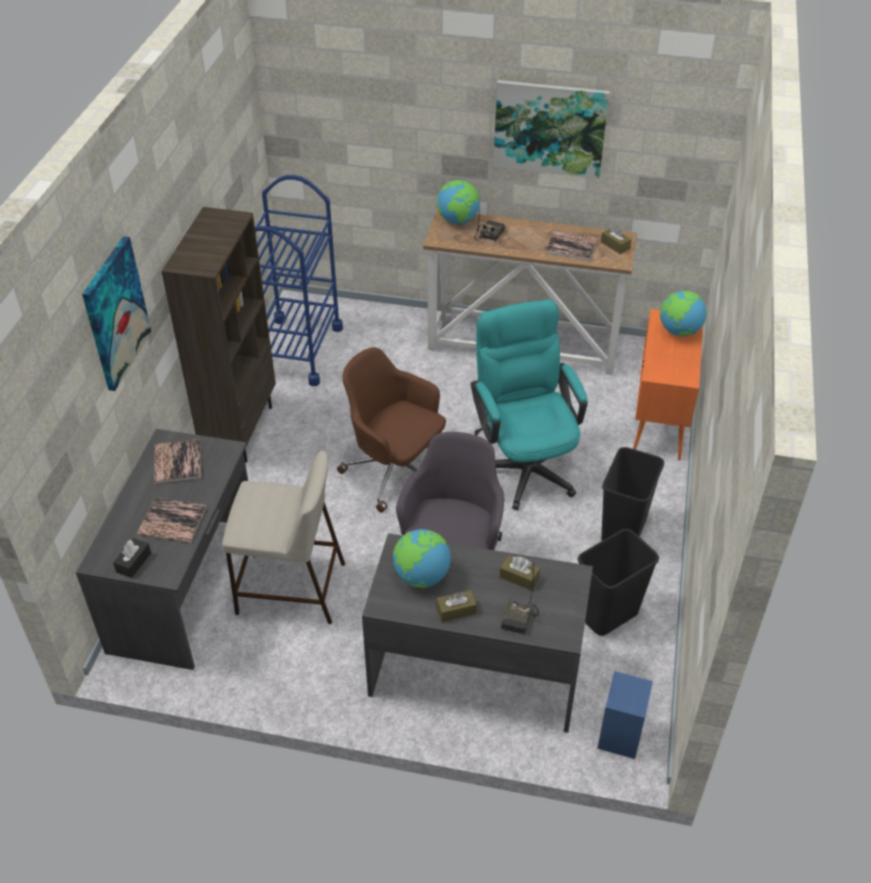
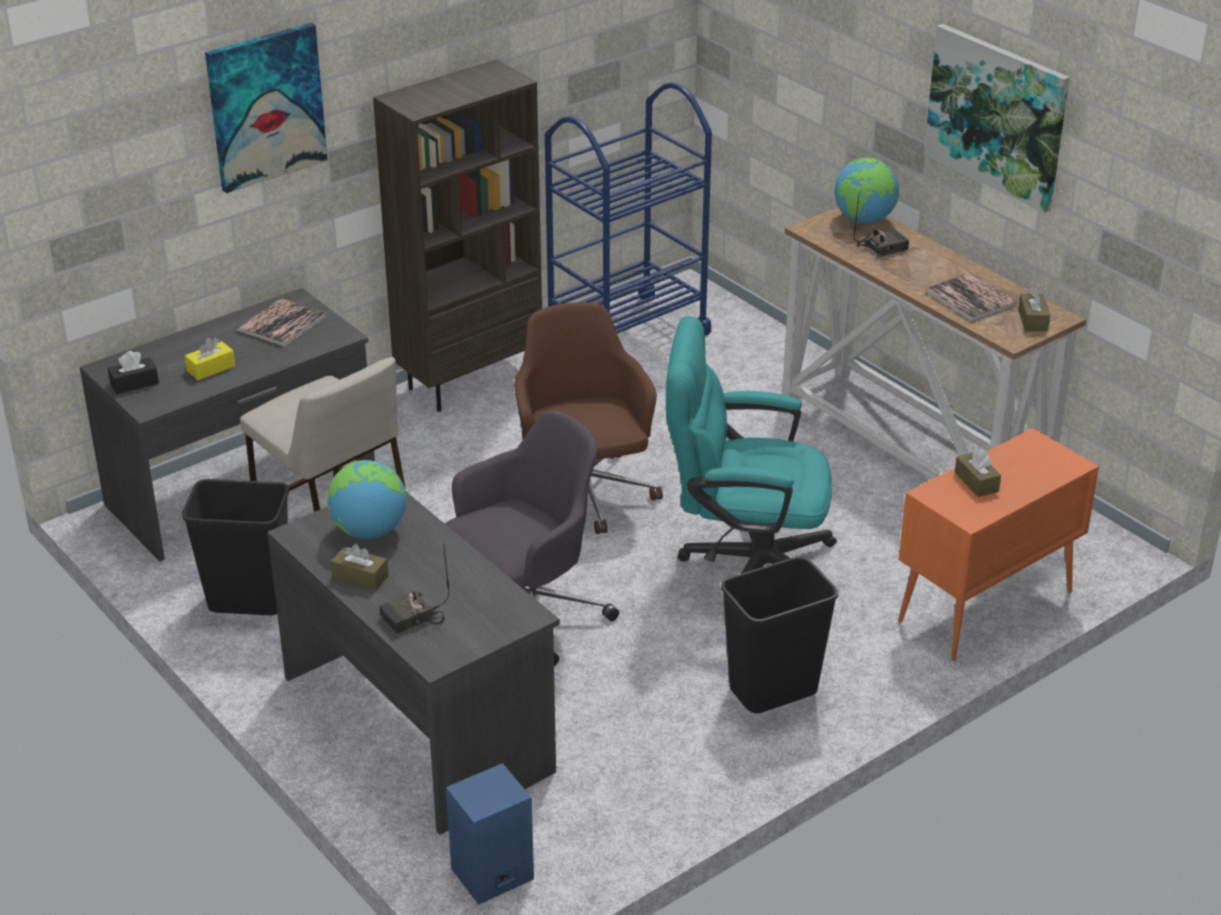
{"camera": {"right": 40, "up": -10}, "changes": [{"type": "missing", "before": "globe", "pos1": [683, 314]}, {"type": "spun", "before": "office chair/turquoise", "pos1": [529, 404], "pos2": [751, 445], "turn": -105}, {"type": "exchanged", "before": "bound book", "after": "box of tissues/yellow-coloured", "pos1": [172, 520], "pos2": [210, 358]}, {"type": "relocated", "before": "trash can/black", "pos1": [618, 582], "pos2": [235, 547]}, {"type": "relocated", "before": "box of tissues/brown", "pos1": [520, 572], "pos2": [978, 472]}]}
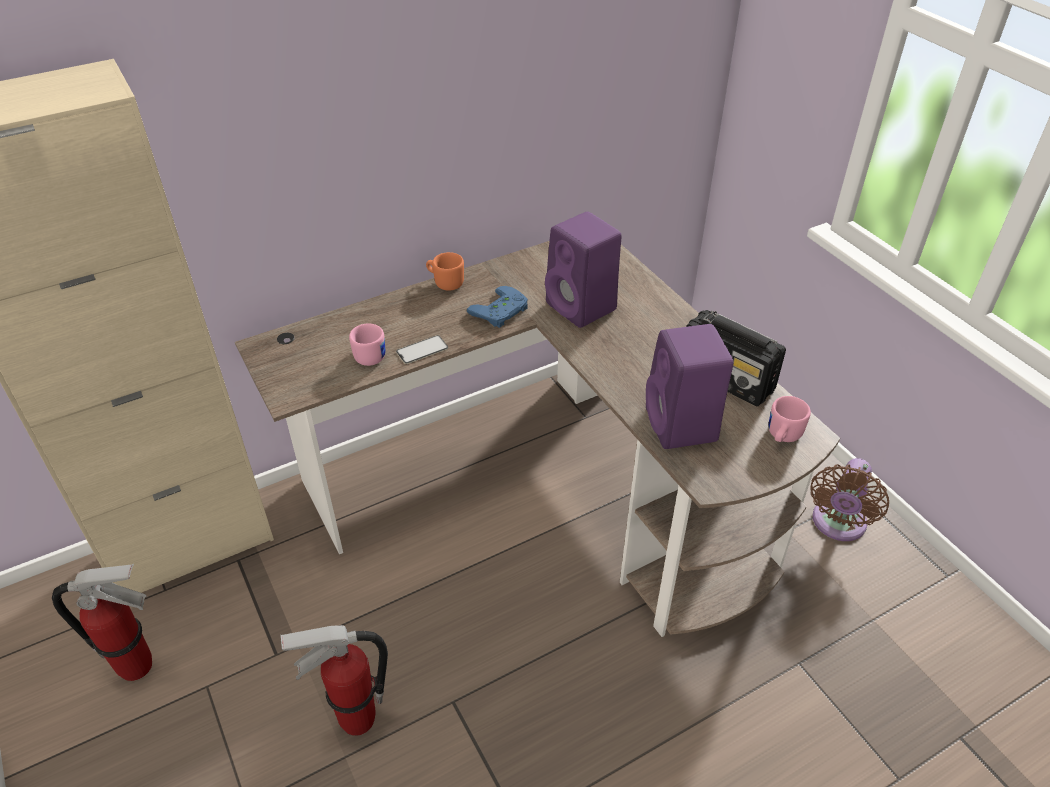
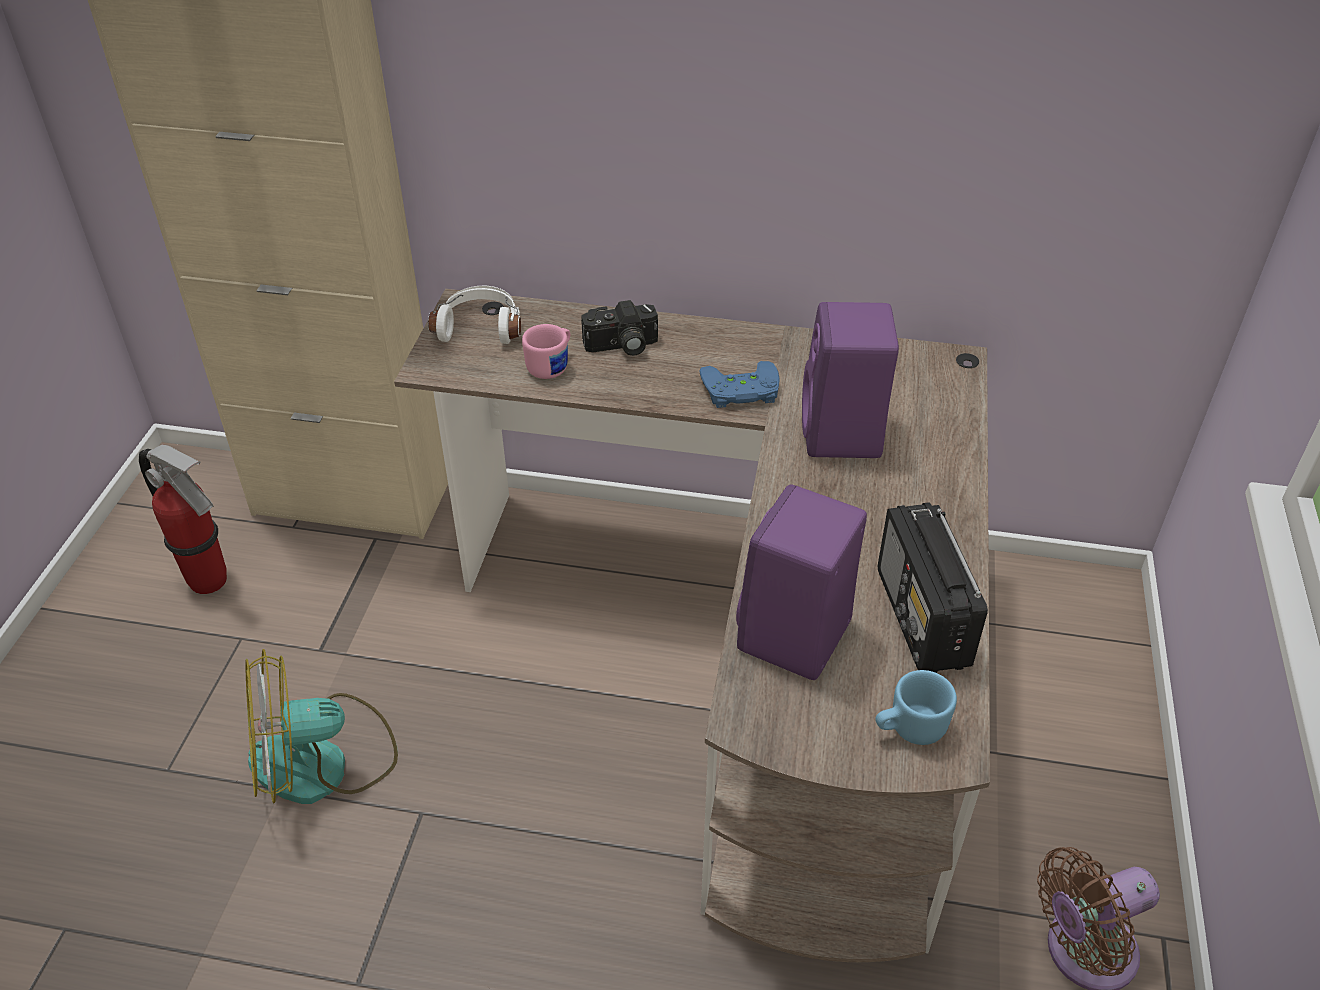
{"camera": {"right": 40, "up": 0}, "changes": [{"type": "missing", "before": "mug/orange", "pos1": [445, 271]}, {"type": "missing", "before": "telephone", "pos1": [422, 349]}, {"type": "colour", "before": "mug/pink", "after": "mug/bluish", "pos1": [789, 419], "pos2": [916, 707]}, {"type": "exchanged", "before": "fire-fighting cylinder", "after": "cooling fan", "pos1": [334, 680], "pos2": [321, 726]}, {"type": "appeared", "after": "headphones/white-coloured", "pos2": [474, 315]}, {"type": "appeared", "after": "photo camera", "pos2": [619, 328]}]}
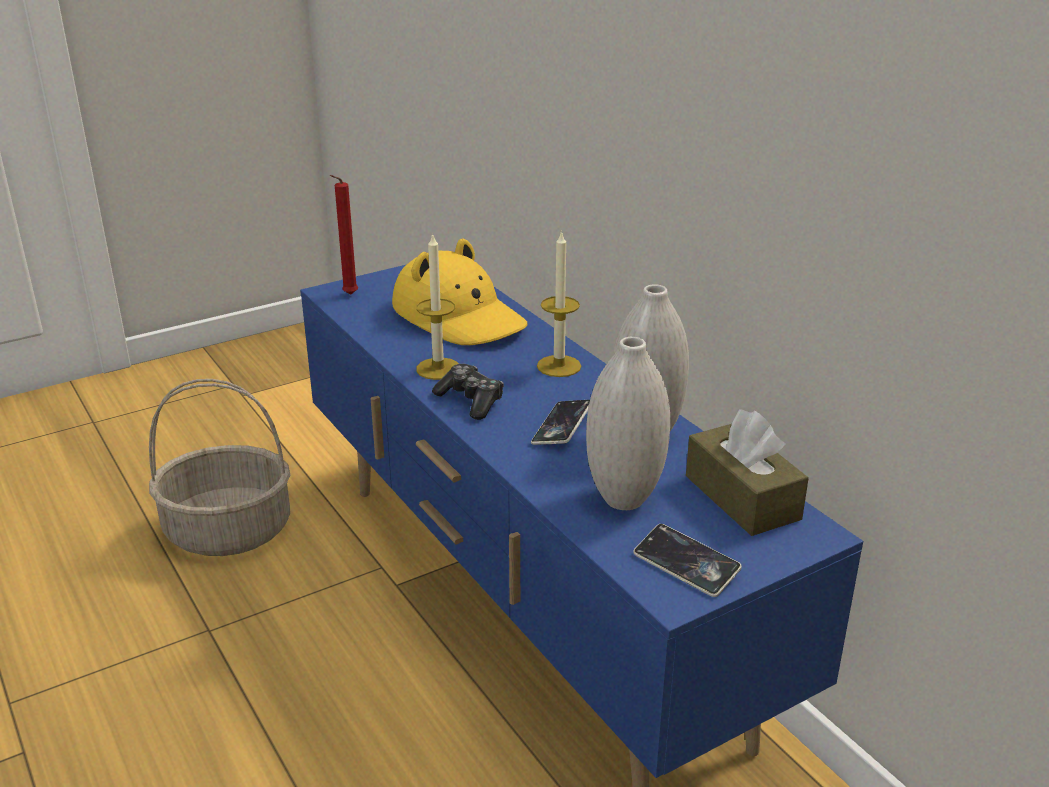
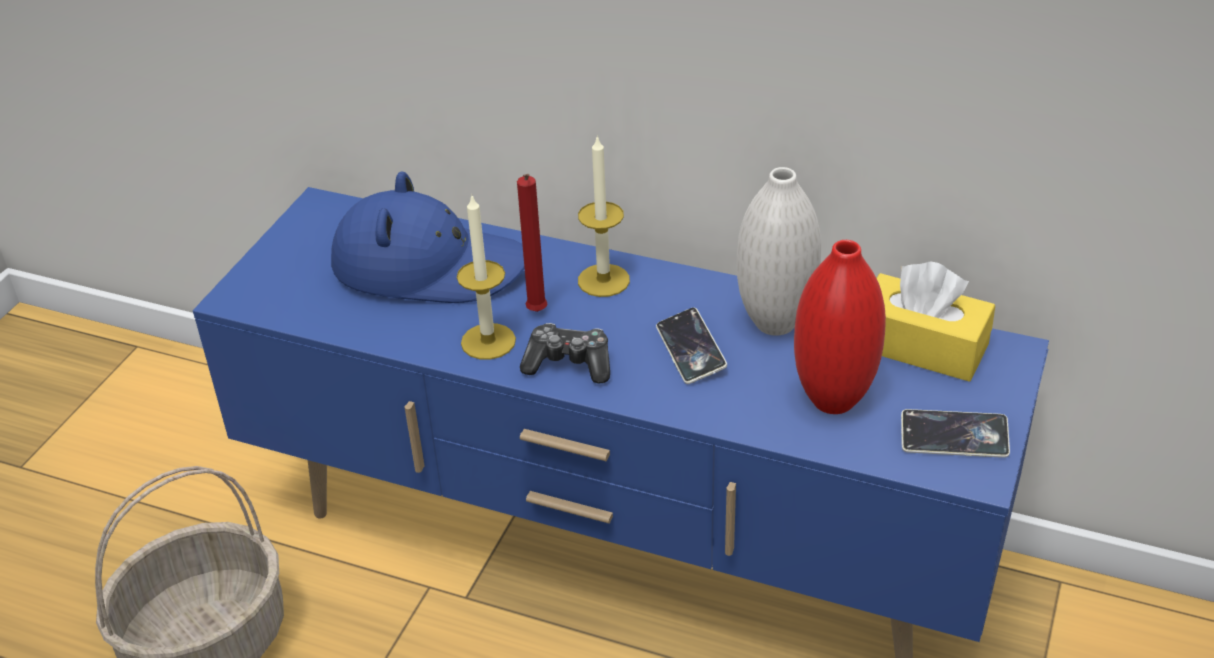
{"camera": {"right": -35, "up": 10}, "changes": [{"type": "relocated", "before": "candle/reddish", "pos1": [344, 235], "pos2": [532, 243]}, {"type": "colour", "before": "clothing hat/yellow-coloured", "after": "clothing hat/bluish", "pos1": [459, 291], "pos2": [428, 237]}, {"type": "colour", "before": "flower vase/white-coloured", "after": "flower vase/reddish", "pos1": [628, 423], "pos2": [840, 327]}, {"type": "colour", "before": "box of tissues/brown", "after": "box of tissues/yellow-coloured", "pos1": [747, 472], "pos2": [936, 322]}]}
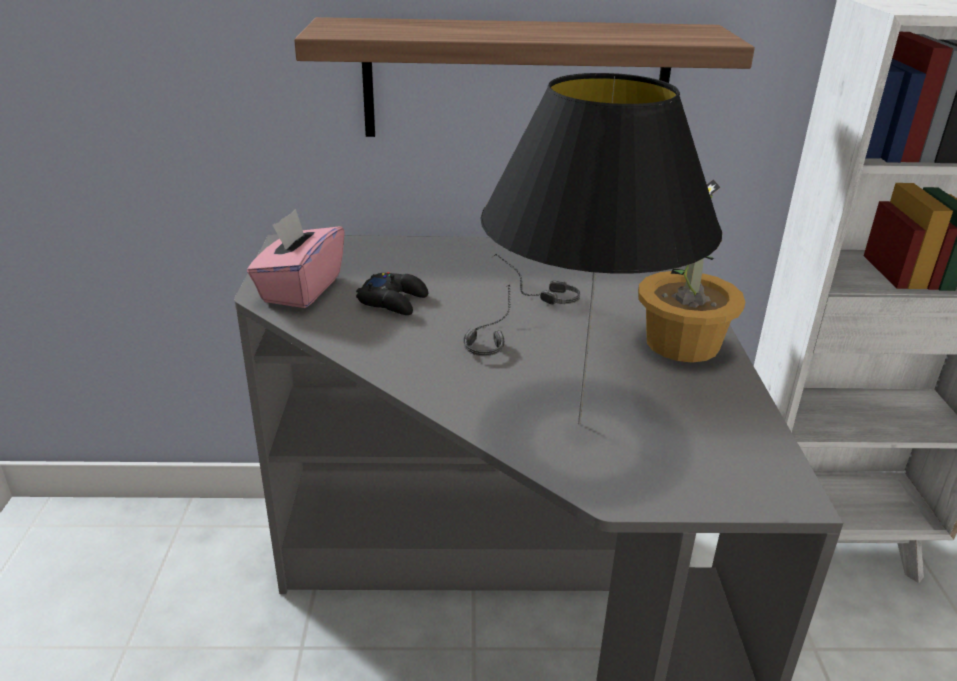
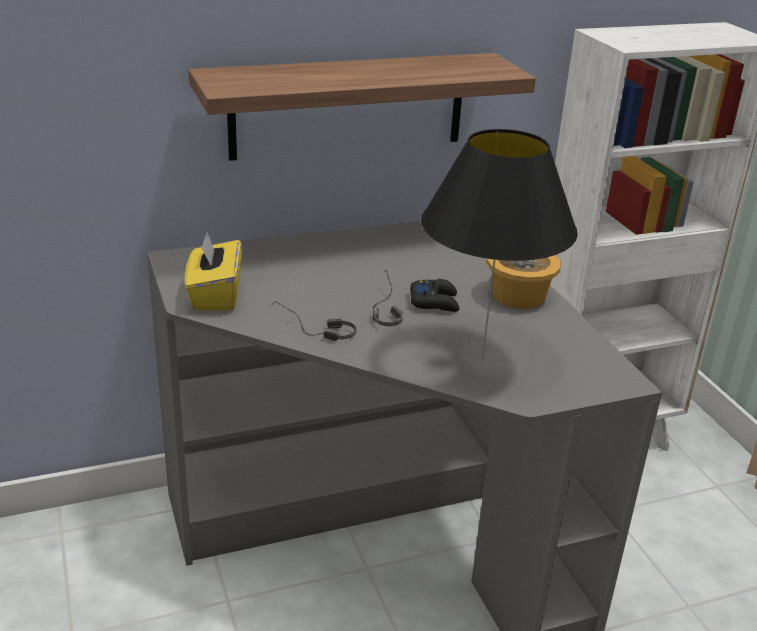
{"camera": {"right": -20, "up": 0}, "changes": [{"type": "colour", "before": "box of tissues/pink", "after": "box of tissues/yellow-coloured", "pos1": [296, 258], "pos2": [213, 271]}, {"type": "relocated", "before": "headphones", "pos1": [535, 279], "pos2": [315, 321]}, {"type": "relocated", "before": "joypad/black", "pos1": [392, 293], "pos2": [434, 295]}]}
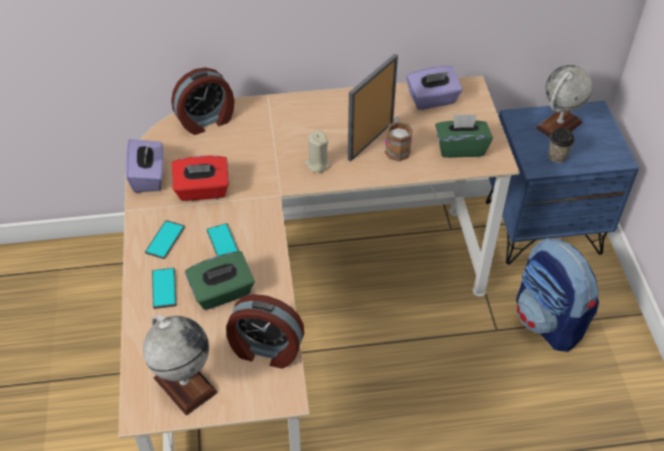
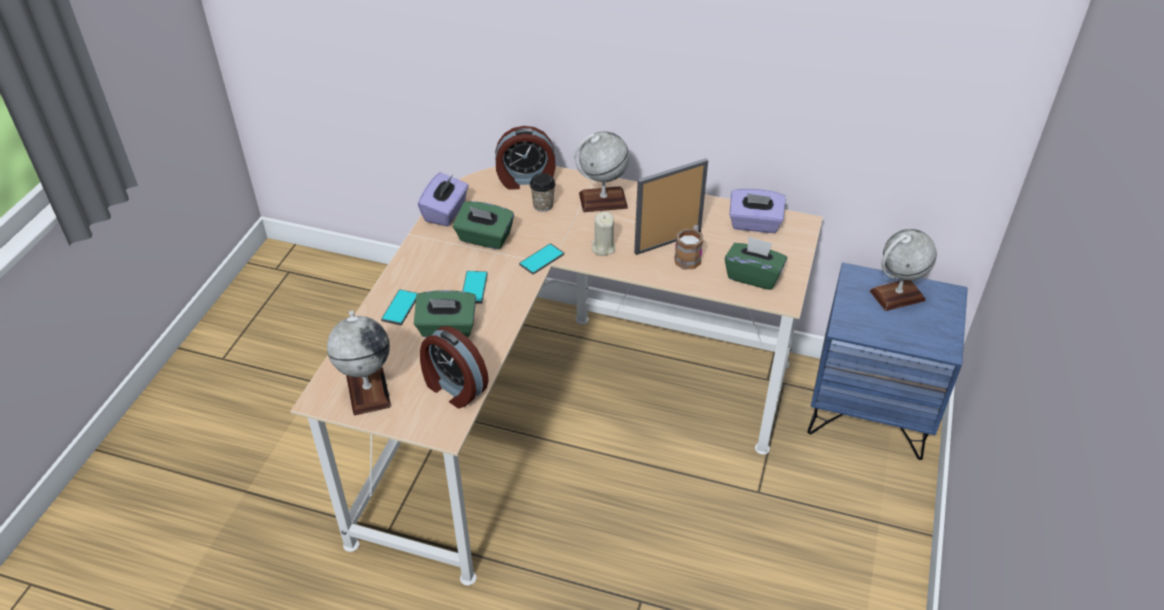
{"camera": {"right": 25, "up": -5}, "changes": [{"type": "relocated", "before": "cup", "pos1": [561, 145], "pos2": [543, 192]}, {"type": "colour", "before": "box of tissues/reddish", "after": "box of tissues/green-coloured", "pos1": [200, 178], "pos2": [483, 225]}, {"type": "relocated", "before": "telephone", "pos1": [165, 239], "pos2": [541, 258]}, {"type": "missing", "before": "rucksack", "pos1": [557, 295]}, {"type": "appeared", "after": "globe", "pos2": [602, 171]}]}
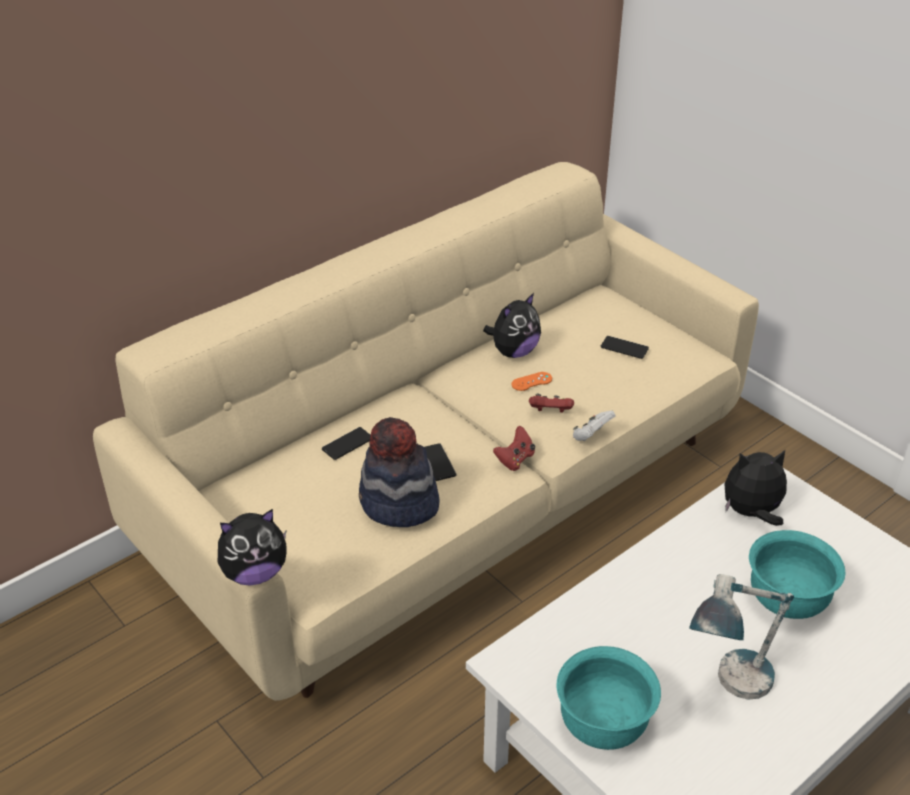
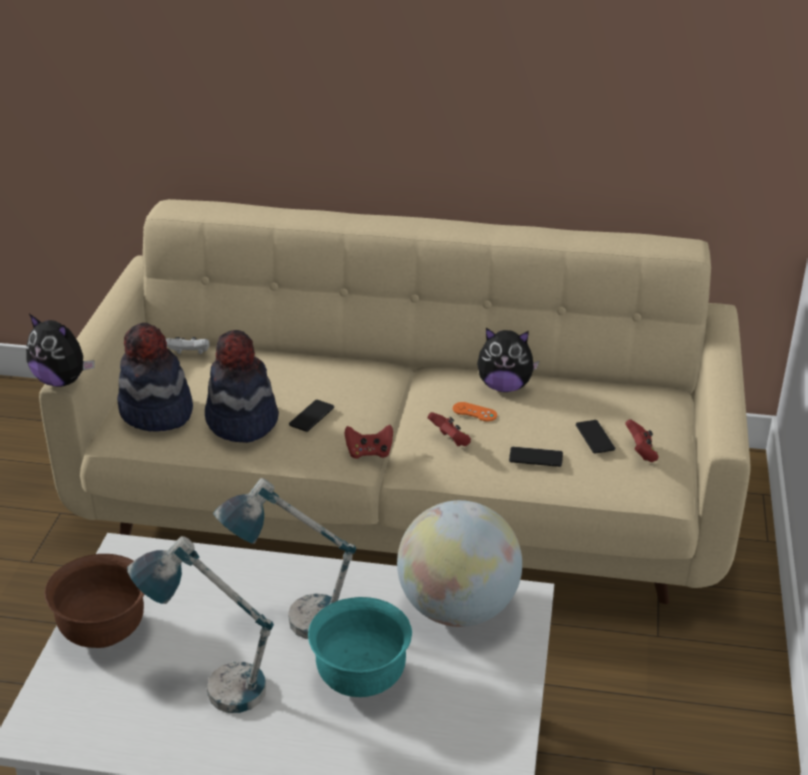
{"camera": {"right": 50, "up": -5}, "changes": [{"type": "relocated", "before": "joypad/white-coloured", "pos1": [594, 425], "pos2": [188, 345]}, {"type": "relocated", "before": "telephone", "pos1": [346, 443], "pos2": [536, 457]}, {"type": "exchanged", "before": "cuddly toy", "after": "globe", "pos1": [756, 488], "pos2": [459, 563]}, {"type": "colour", "before": "serving bowl/turquoise", "after": "serving bowl/brown", "pos1": [609, 698], "pos2": [94, 601]}, {"type": "appeared", "after": "clothing hat", "pos2": [155, 377]}, {"type": "appeared", "after": "joypad/reddish", "pos2": [642, 440]}, {"type": "appeared", "after": "tabletop lamp", "pos2": [284, 558]}]}
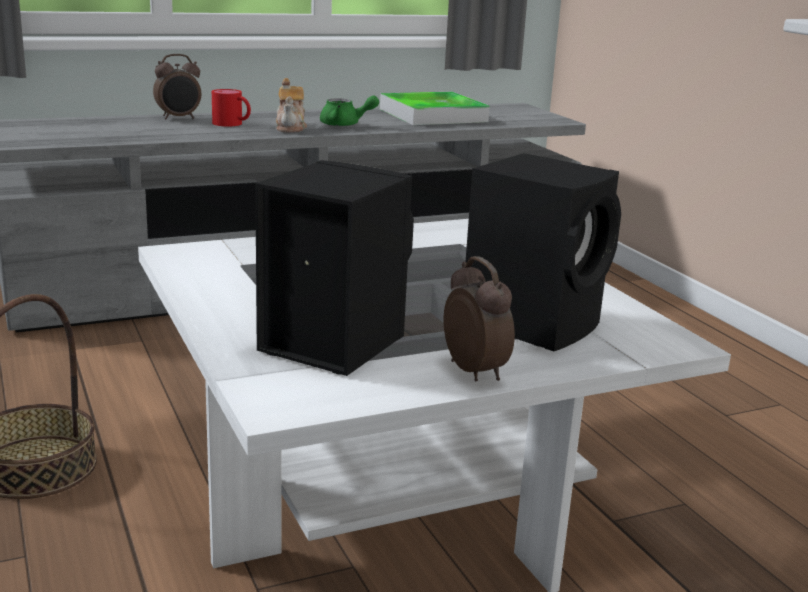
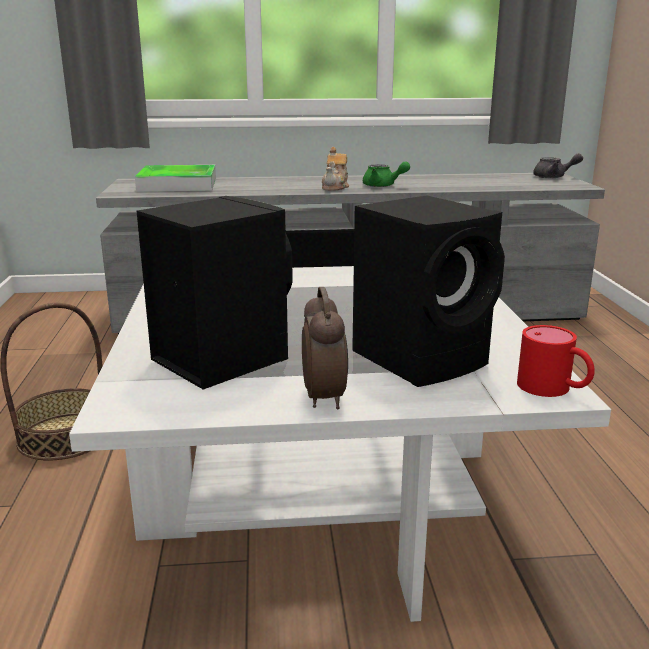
{"camera": {"right": 20, "up": 0}, "changes": [{"type": "missing", "before": "alarm clock", "pos1": [177, 86]}, {"type": "relocated", "before": "mug/reddish", "pos1": [231, 108], "pos2": [556, 361]}, {"type": "relocated", "before": "tray", "pos1": [435, 108], "pos2": [175, 178]}, {"type": "appeared", "after": "tea pot/gray", "pos2": [558, 165]}]}
